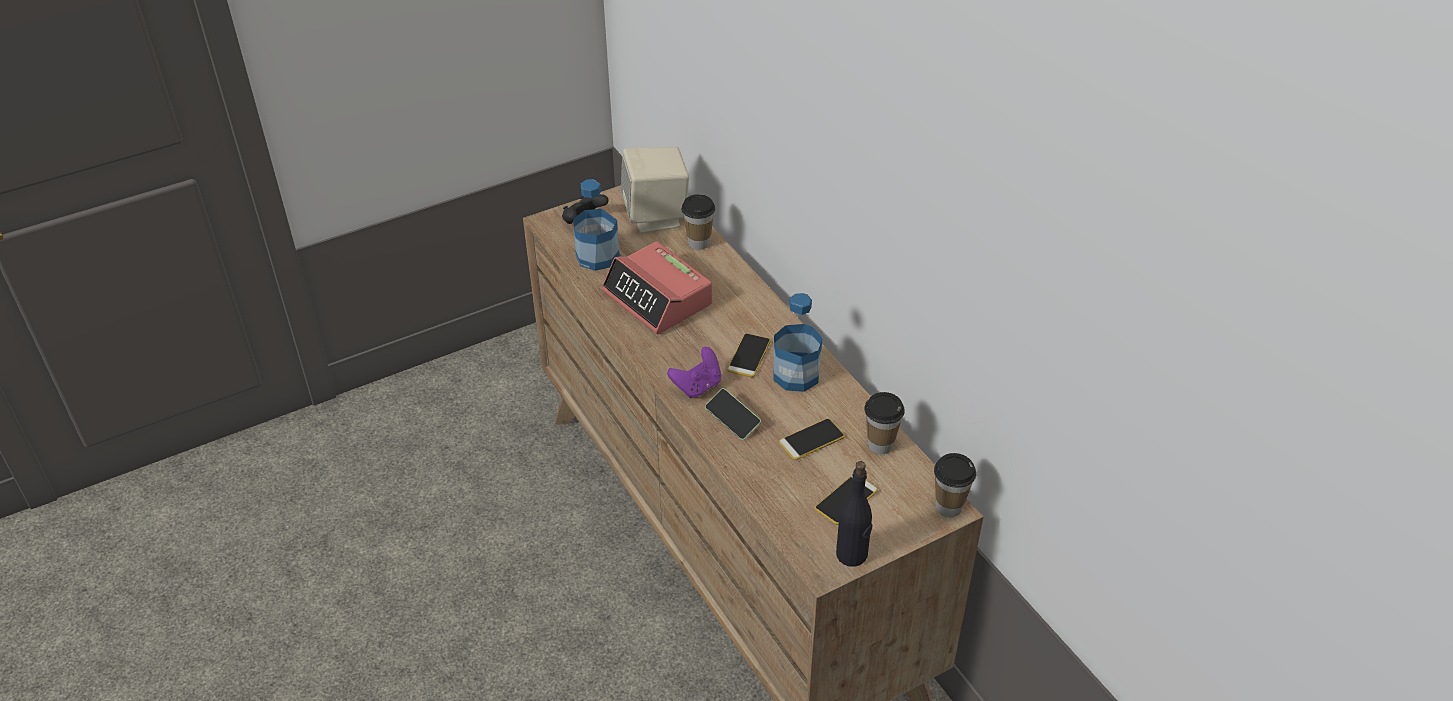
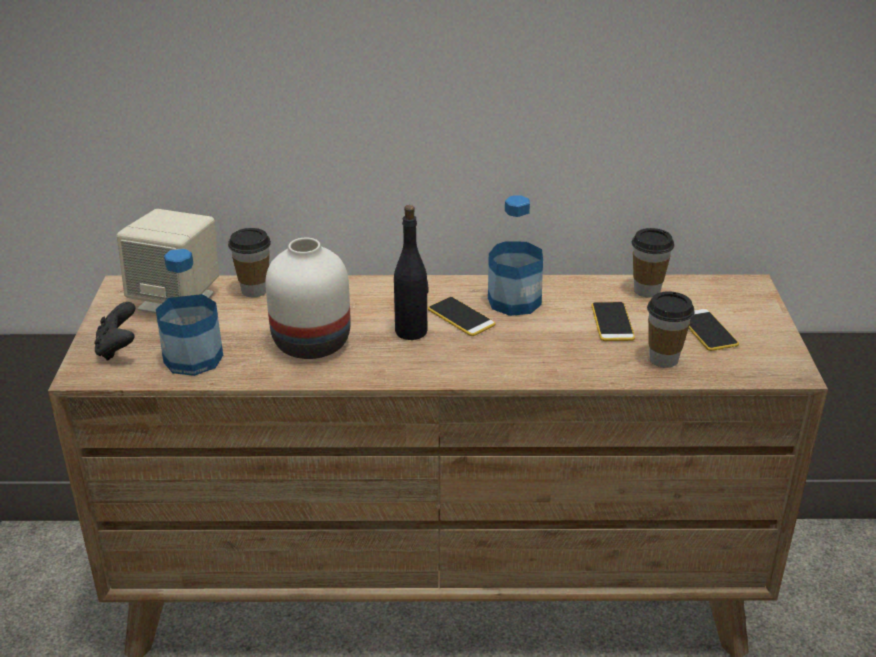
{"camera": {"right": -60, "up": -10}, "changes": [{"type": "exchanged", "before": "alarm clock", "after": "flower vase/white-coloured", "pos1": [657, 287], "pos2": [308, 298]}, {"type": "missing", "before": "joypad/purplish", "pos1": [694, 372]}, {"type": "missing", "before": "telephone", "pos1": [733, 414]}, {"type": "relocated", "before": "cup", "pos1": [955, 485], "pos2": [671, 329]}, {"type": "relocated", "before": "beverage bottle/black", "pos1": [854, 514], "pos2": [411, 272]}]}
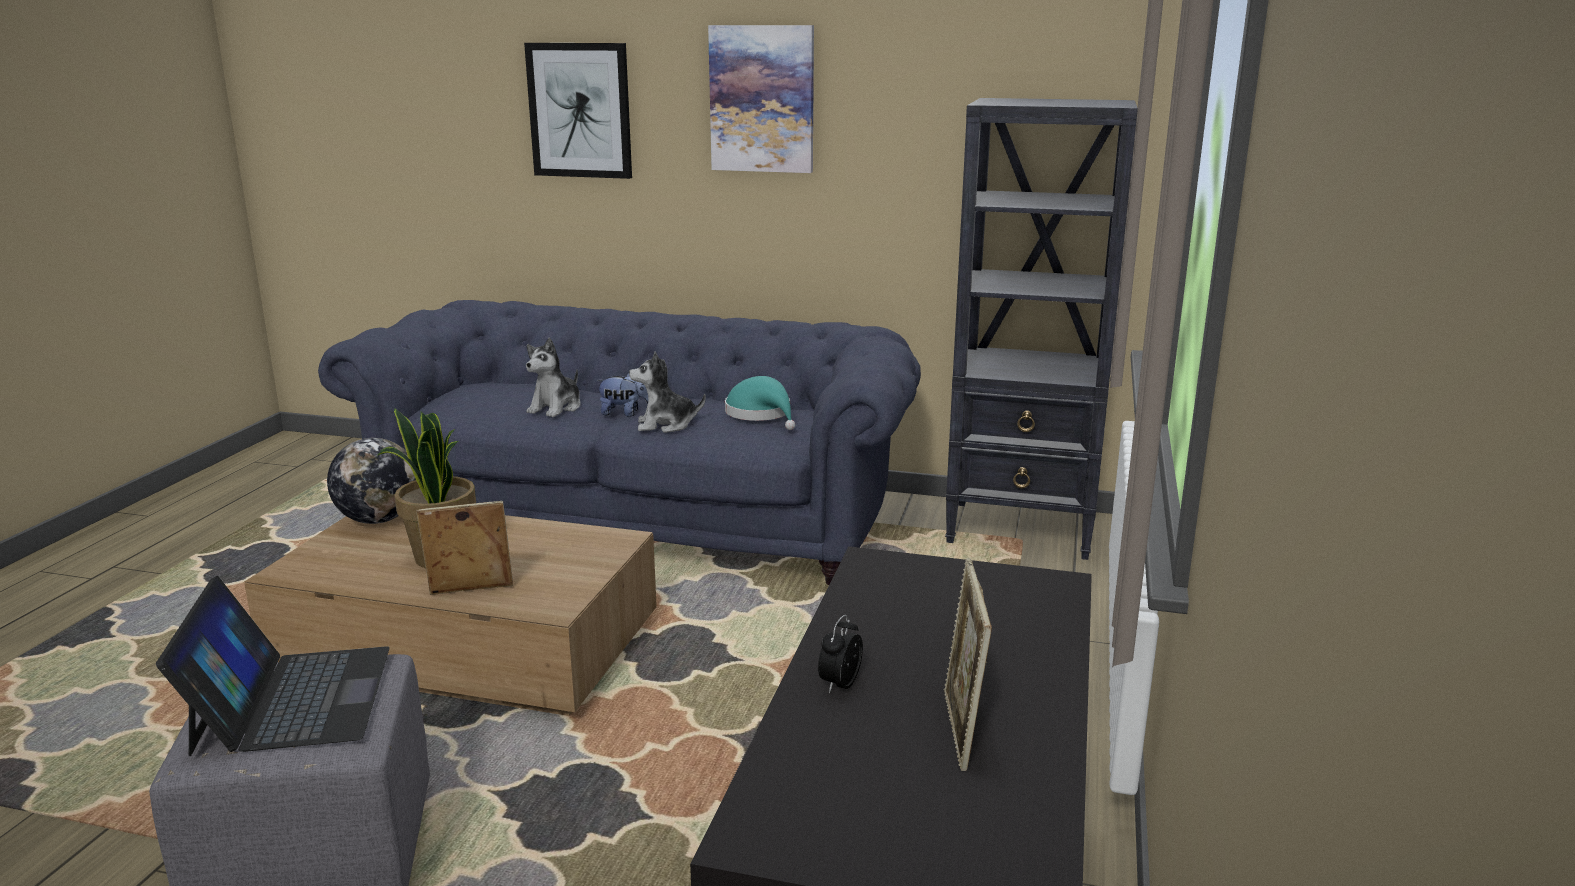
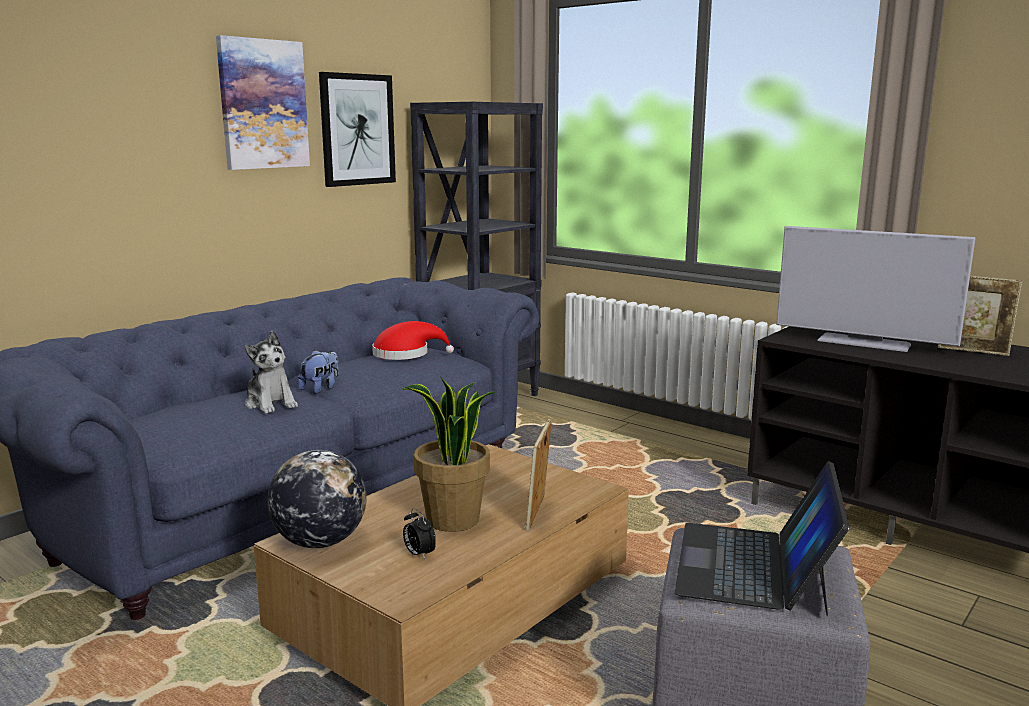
{"camera": {"right": -65, "up": -5}, "changes": [{"type": "relocated", "before": "wall art", "pos1": [578, 111], "pos2": [357, 129]}, {"type": "missing", "before": "cuddly toy", "pos1": [667, 392]}, {"type": "colour", "before": "clothing hat/turquoise", "after": "clothing hat/reddish", "pos1": [760, 403], "pos2": [413, 340]}, {"type": "spun", "before": "laptop", "pos1": [273, 666], "pos2": [762, 538], "turn": -90}, {"type": "relocated", "before": "alarm clock", "pos1": [840, 654], "pos2": [419, 533]}, {"type": "appeared", "after": "TV set", "pos2": [876, 289]}]}
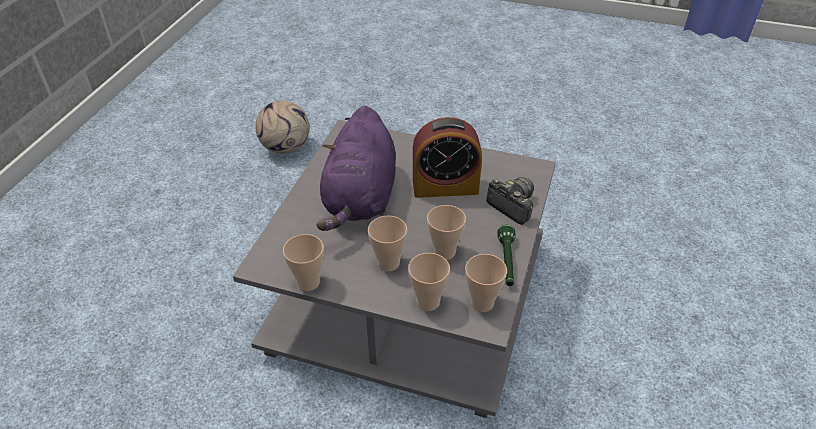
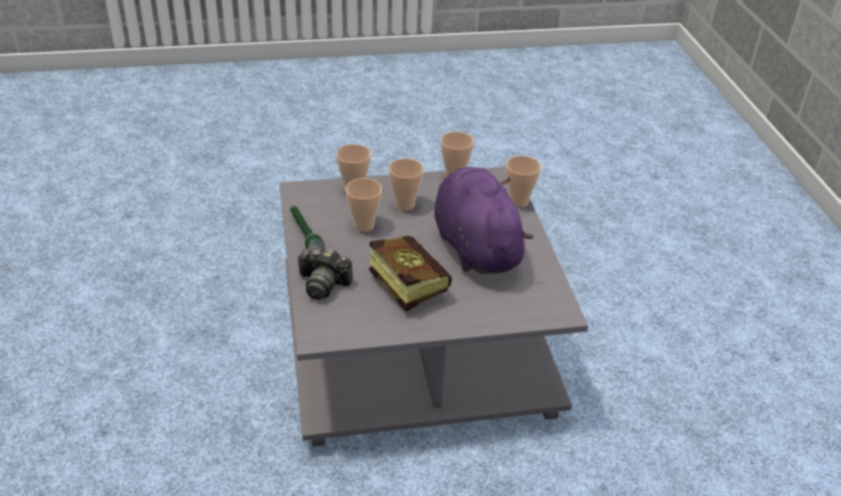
{"camera": {"right": 150, "up": -5}, "changes": [{"type": "missing", "before": "football ball", "pos1": [282, 127]}, {"type": "exchanged", "before": "alarm clock", "after": "bound book", "pos1": [447, 157], "pos2": [410, 274]}, {"type": "relocated", "before": "cup", "pos1": [486, 283], "pos2": [523, 181]}]}
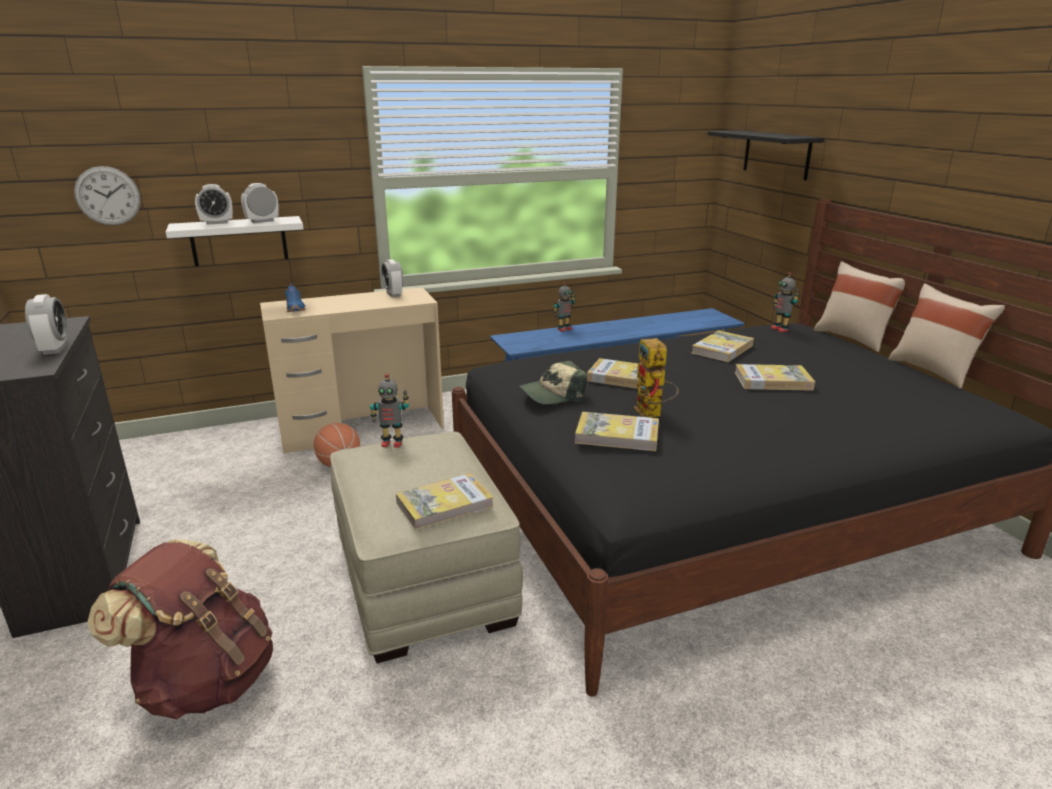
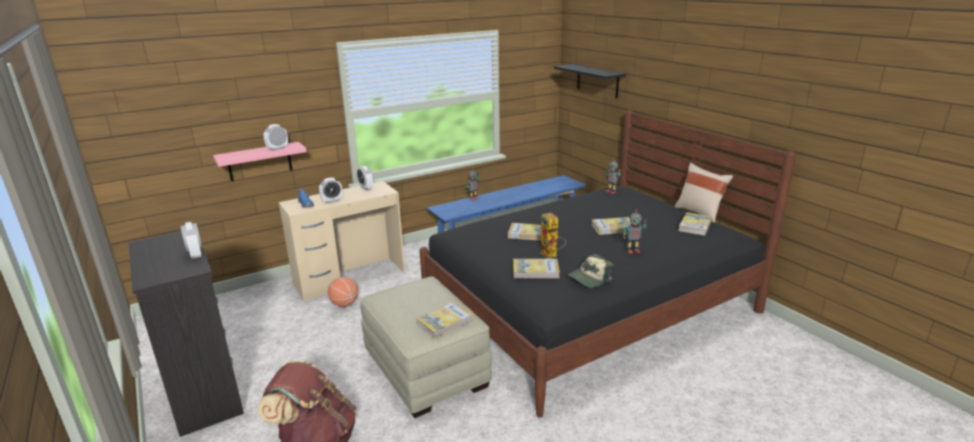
{"camera": {"right": -10, "up": 0}, "changes": [{"type": "missing", "before": "clock on the wall", "pos1": [107, 196]}, {"type": "relocated", "before": "alarm clock", "pos1": [214, 204], "pos2": [331, 190]}, {"type": "colour", "before": "shelf/white-coloured", "after": "shelf/pink", "pos1": [234, 241], "pos2": [260, 161]}, {"type": "missing", "before": "cushion/beige", "pos1": [859, 306]}, {"type": "relocated", "before": "bound book", "pos1": [723, 346], "pos2": [695, 224]}, {"type": "relocated", "before": "cap", "pos1": [553, 382], "pos2": [591, 270]}, {"type": "relocated", "before": "robot figure", "pos1": [389, 410], "pos2": [635, 231]}]}
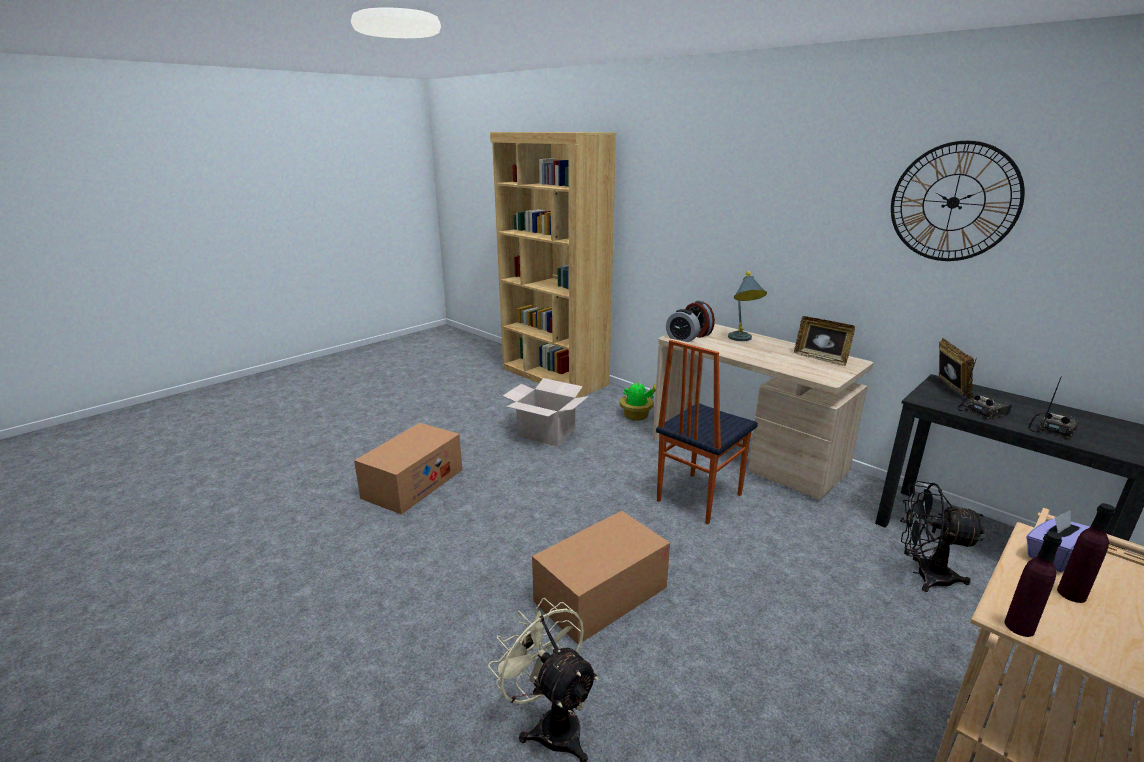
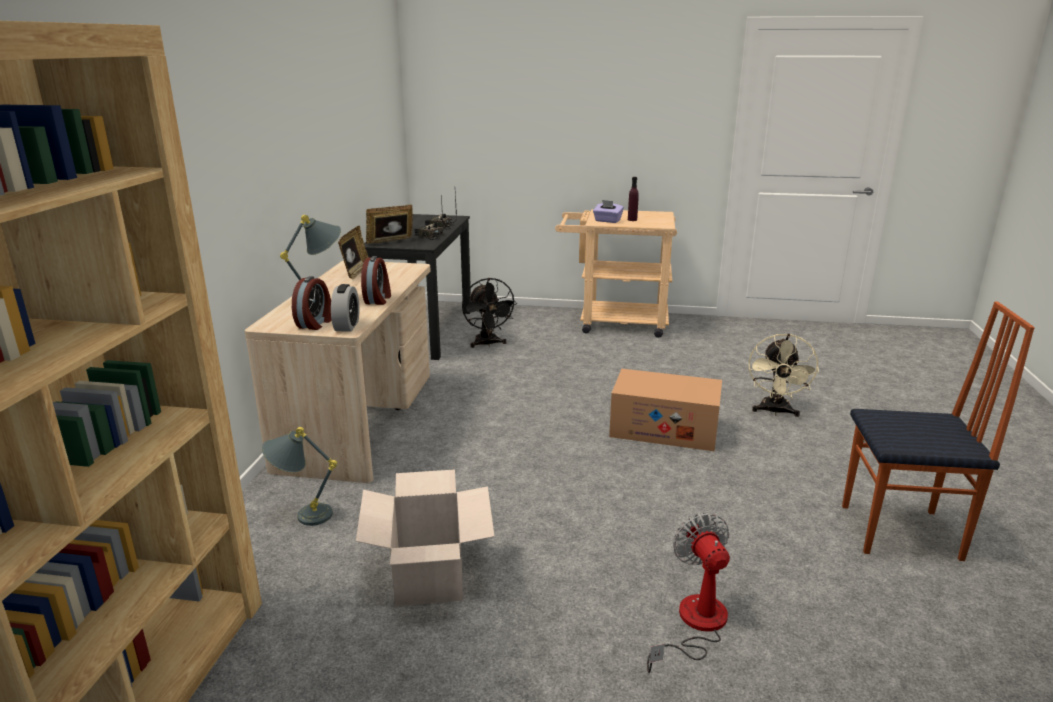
{"camera": {"right": -125, "up": 0}, "changes": [{"type": "missing", "before": "clock on the wall", "pos1": [958, 201]}, {"type": "relocated", "before": "upright chair", "pos1": [707, 432], "pos2": [938, 431]}, {"type": "exchanged", "before": "houseplant", "after": "tabletop lamp/gray", "pos1": [638, 401], "pos2": [299, 476]}, {"type": "exchanged", "before": "cardboard box", "after": "cooling fan", "pos1": [408, 469], "pos2": [688, 593]}, {"type": "missing", "before": "beverage bottle/purplish", "pos1": [1033, 584]}, {"type": "appeared", "after": "alarm clock", "pos2": [376, 280]}]}
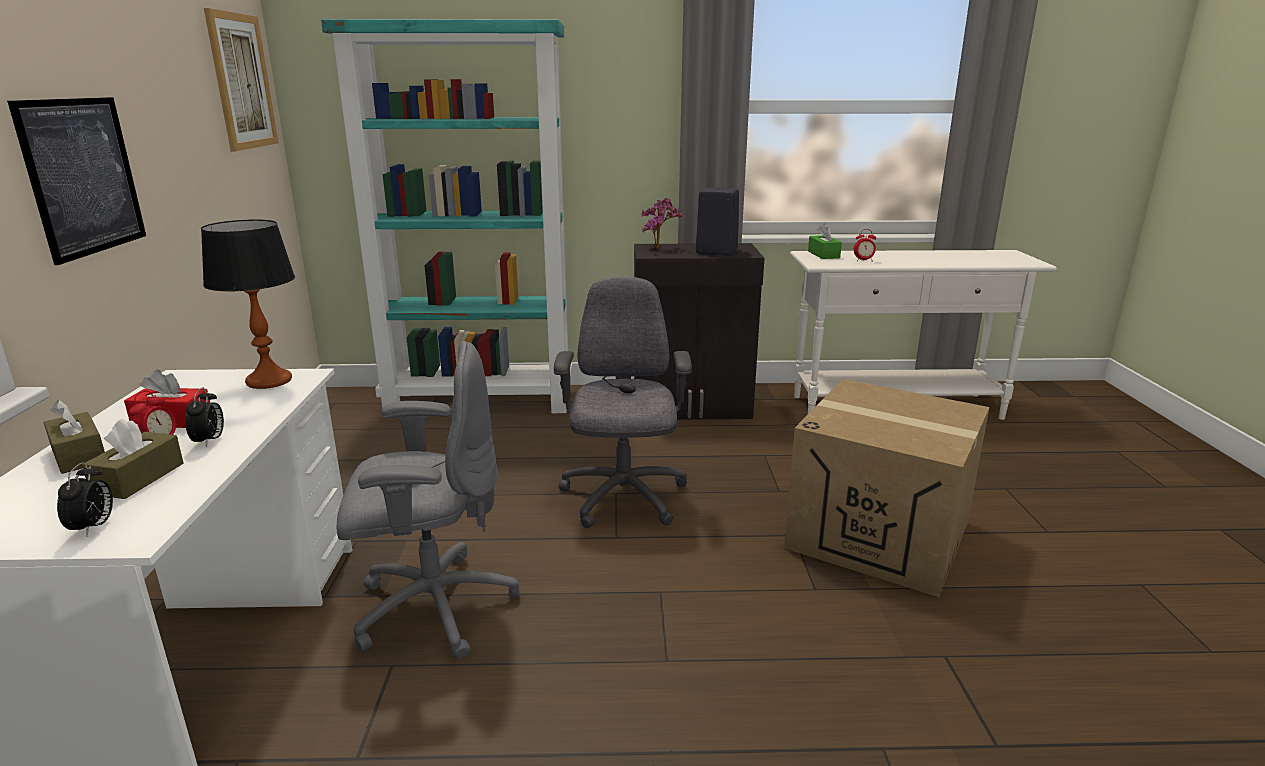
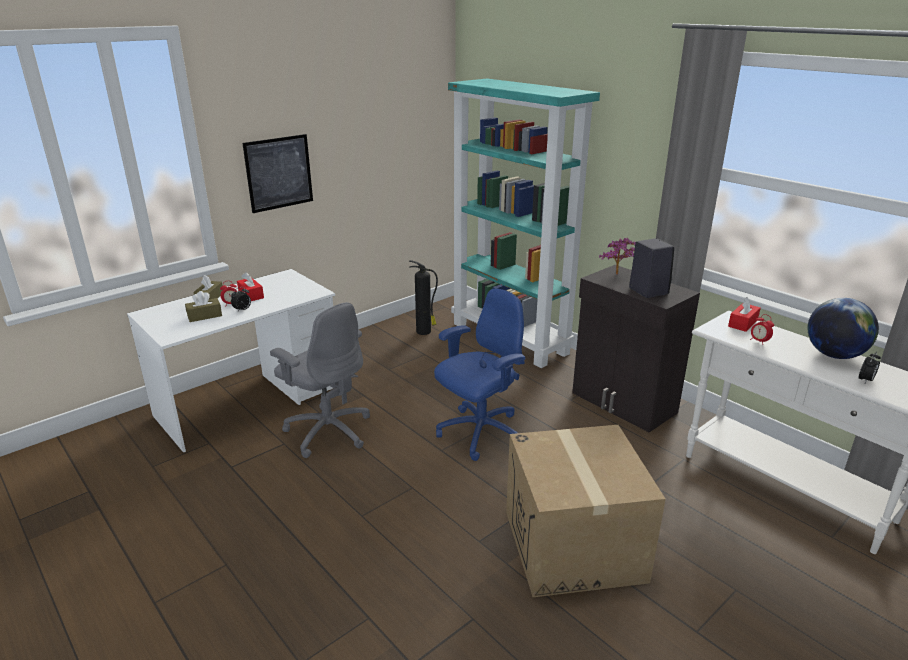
{"camera": {"right": 50, "up": 5}, "changes": [{"type": "missing", "before": "wall art", "pos1": [241, 80]}, {"type": "missing", "before": "tabletop lamp", "pos1": [248, 304]}, {"type": "colour", "before": "box of tissues/green-coloured", "after": "box of tissues/reddish", "pos1": [825, 241], "pos2": [744, 314]}, {"type": "colour", "before": "office chair/gray", "after": "office chair/bluish", "pos1": [623, 402], "pos2": [479, 374]}, {"type": "relocated", "before": "alarm clock", "pos1": [85, 499], "pos2": [870, 367]}, {"type": "appeared", "after": "fire-fighting cylinder", "pos2": [423, 297]}, {"type": "appeared", "after": "globe", "pos2": [843, 328]}]}
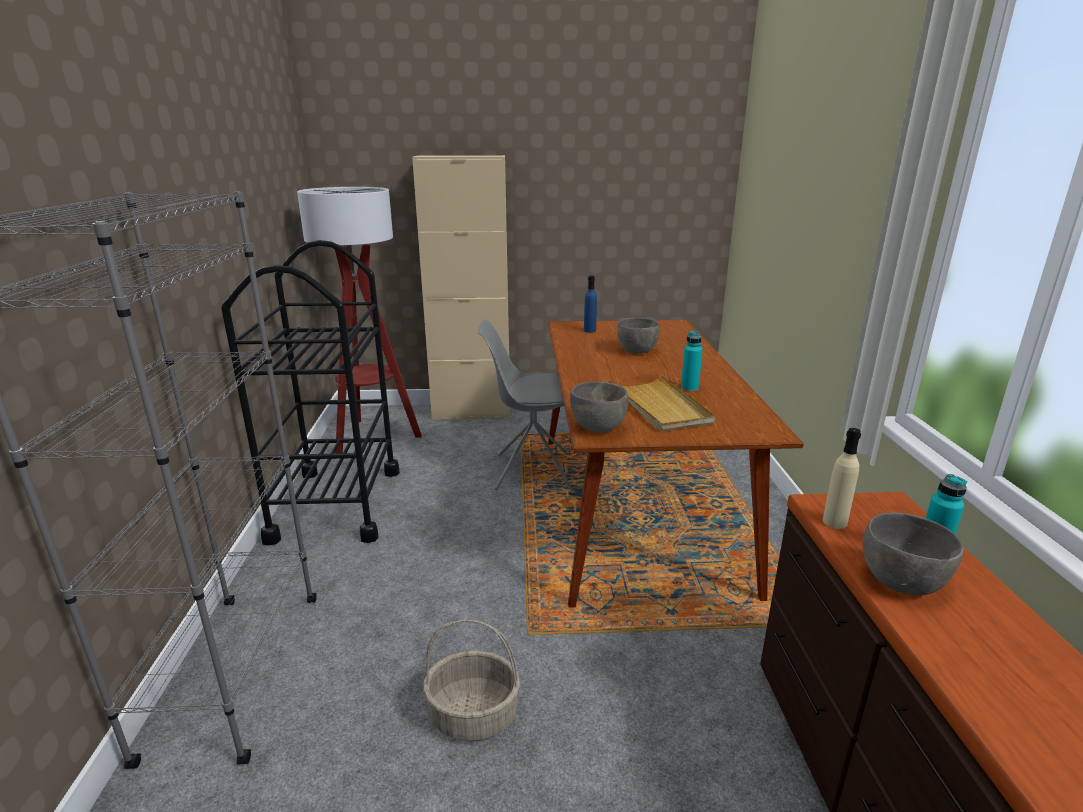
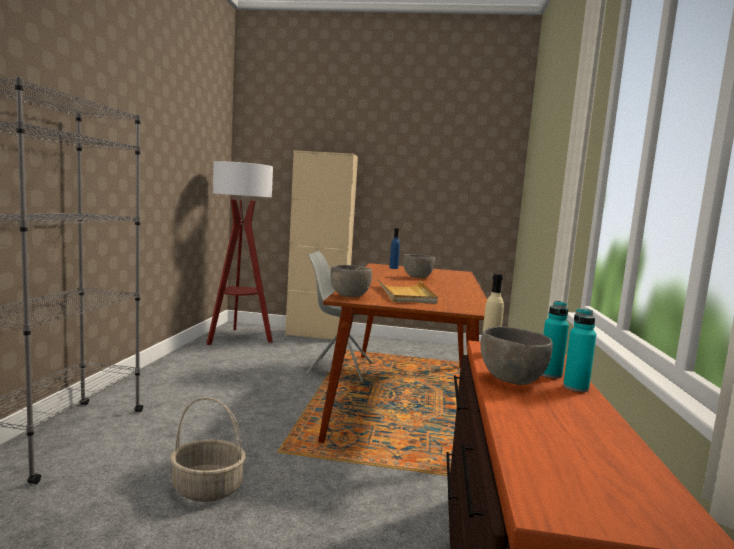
{"camera": {"right": 10, "up": -15}, "changes": [{"type": "missing", "before": "cart/black", "pos1": [311, 393]}, {"type": "relocated", "before": "beverage bottle/turquoise", "pos1": [692, 361], "pos2": [579, 350]}]}
